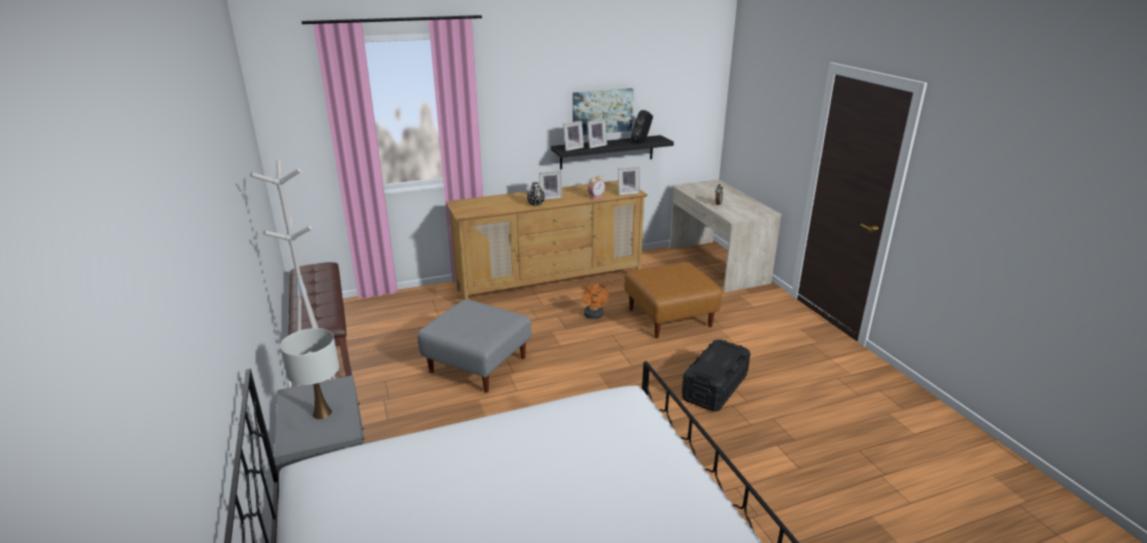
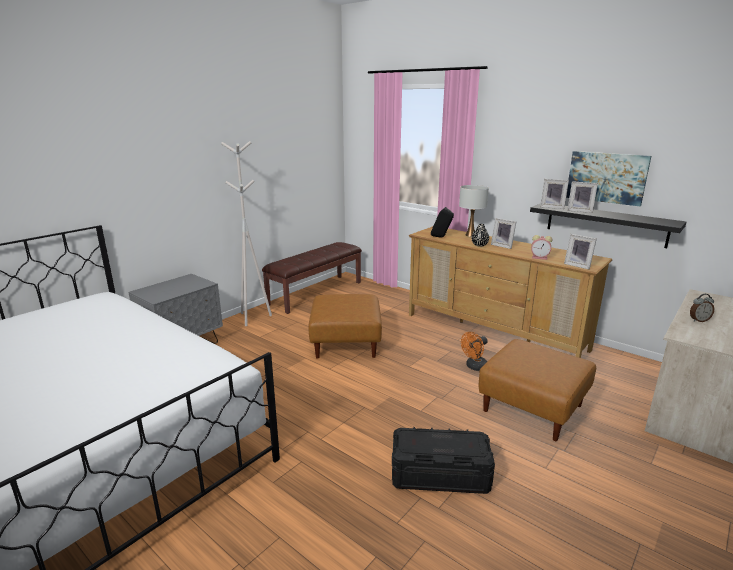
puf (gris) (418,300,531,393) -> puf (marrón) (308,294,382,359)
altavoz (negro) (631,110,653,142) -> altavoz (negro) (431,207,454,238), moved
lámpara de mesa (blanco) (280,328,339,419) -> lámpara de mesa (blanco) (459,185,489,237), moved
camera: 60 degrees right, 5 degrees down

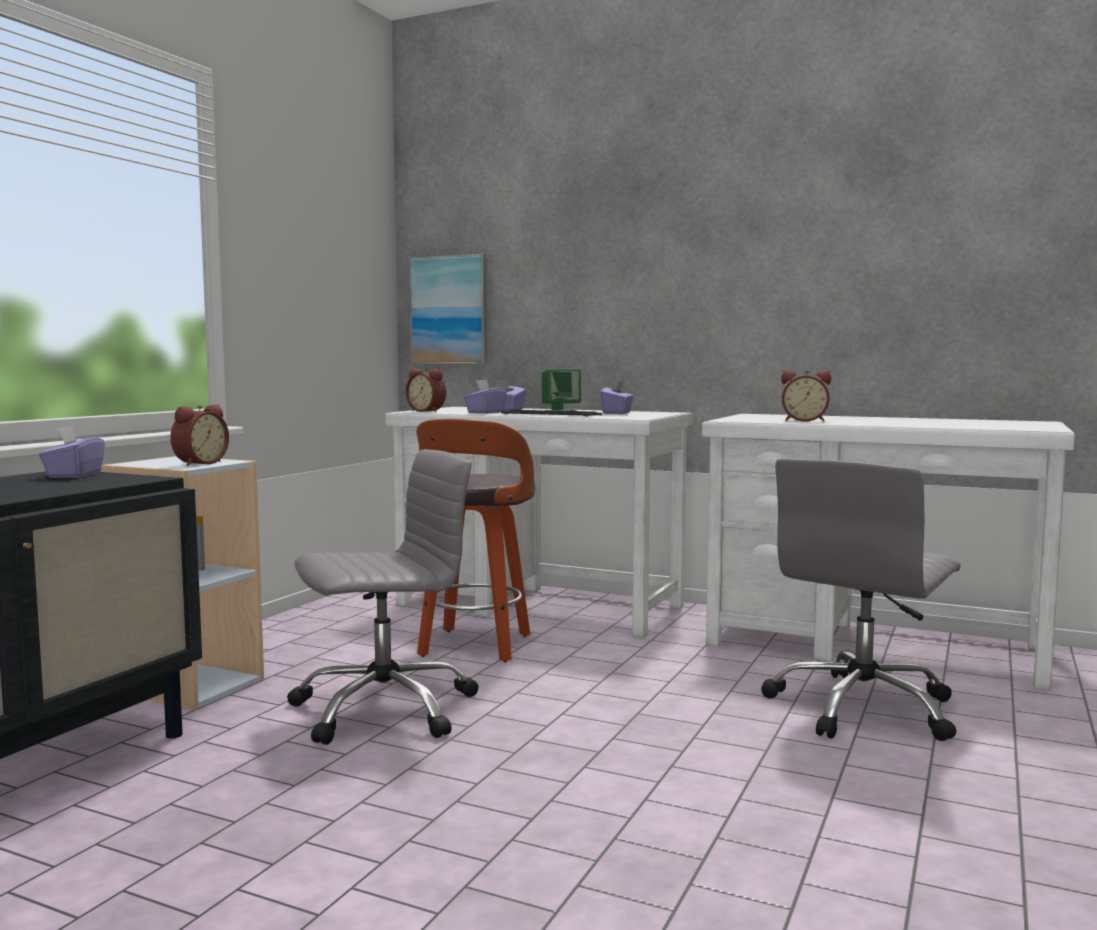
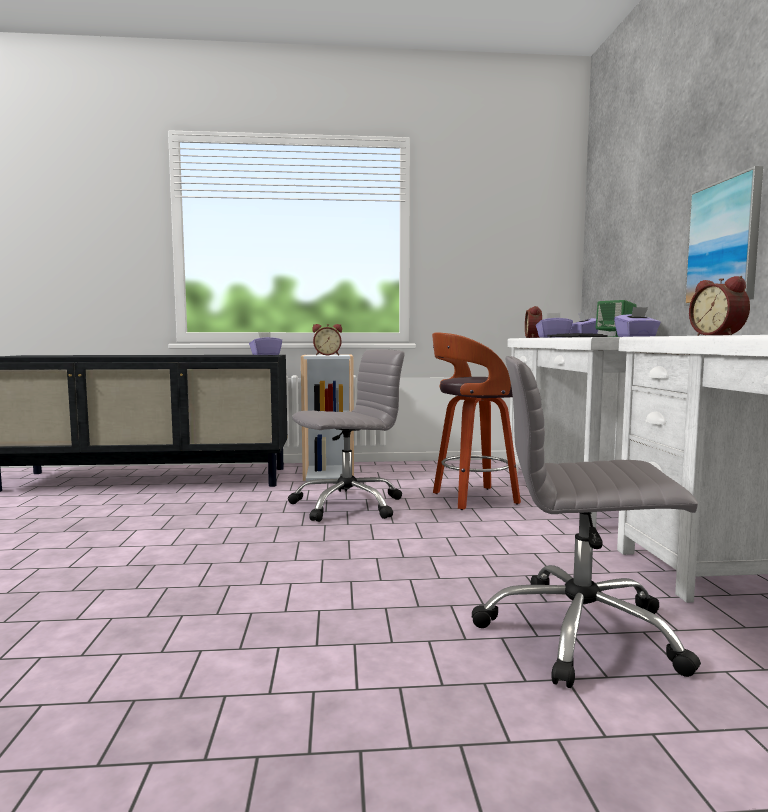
silla de oficina (gris) (287,449,479,745) -> silla de oficina (gris) (288,349,405,522), 60 degrees counterclockwise
cuadro (409,254,487,364) -> cuadro (684,166,763,305), moved
camera: 60 degrees right, 0 degrees up

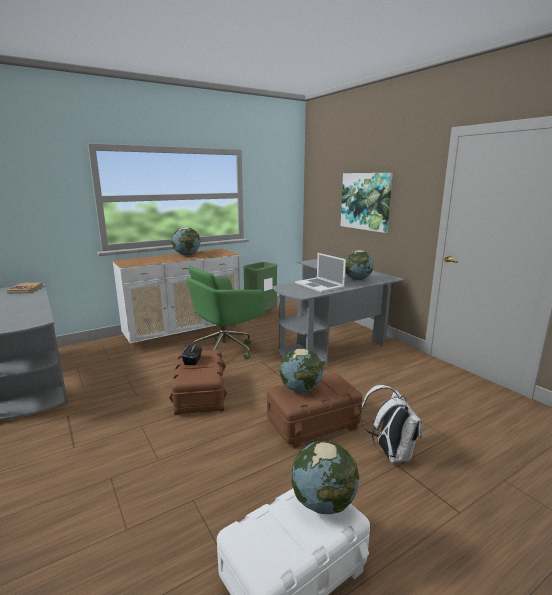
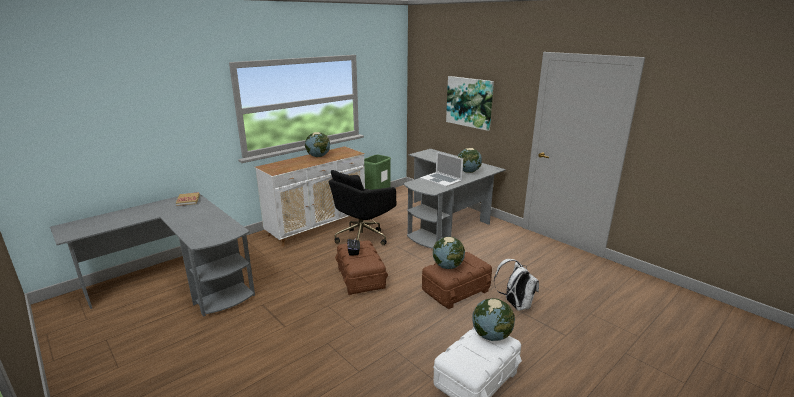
silla de oficina (verde) (186,266,265,360) -> silla de oficina (negro) (329,170,396,245)
camera: 10 degrees left, 5 degrees up

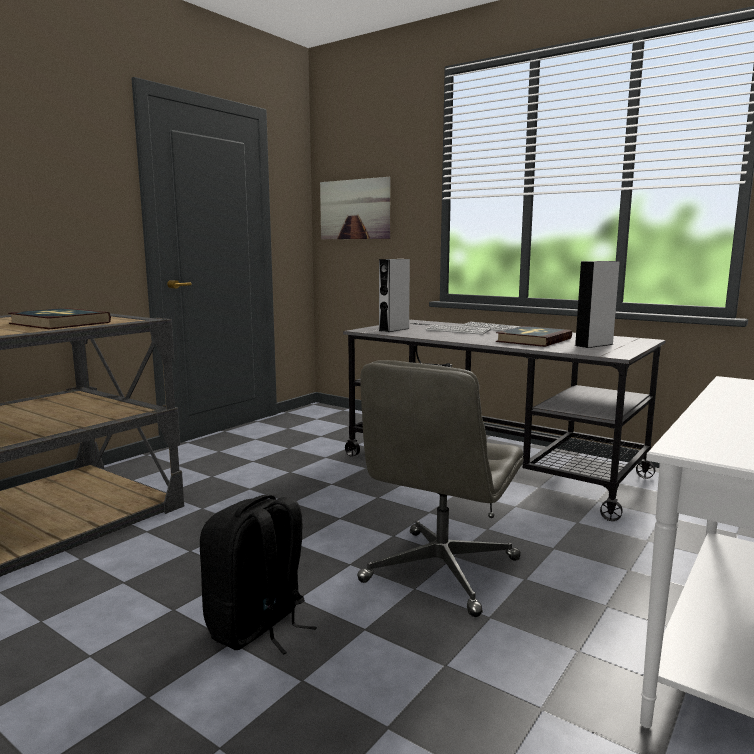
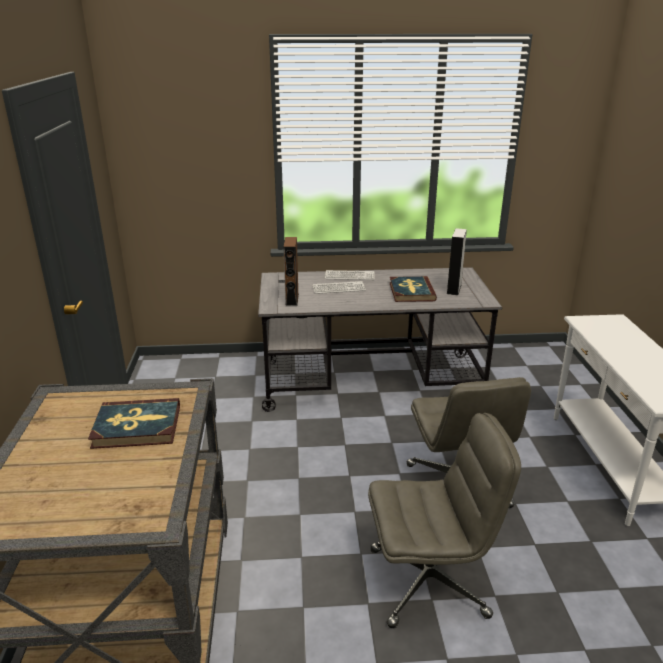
altavoz (gris) (379,259,410,332) -> altavoz (marrón) (283,237,299,306)
mochila (negro) (200,495,317,655) -> silla de oficina (gris) (368,413,521,628)
cuadro (320,177,390,239) -> none
camera: 40 degrees left, 15 degrees up

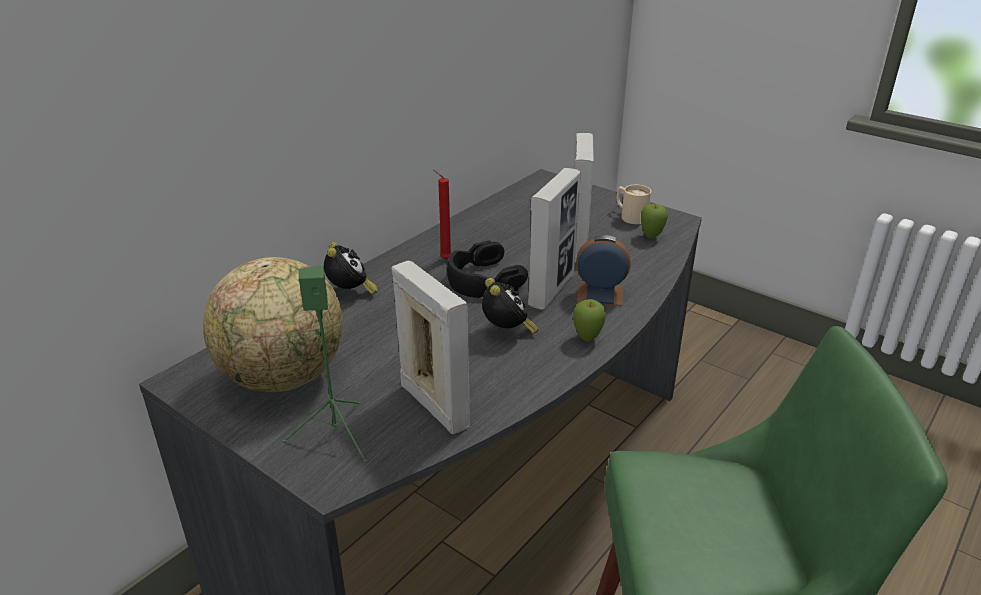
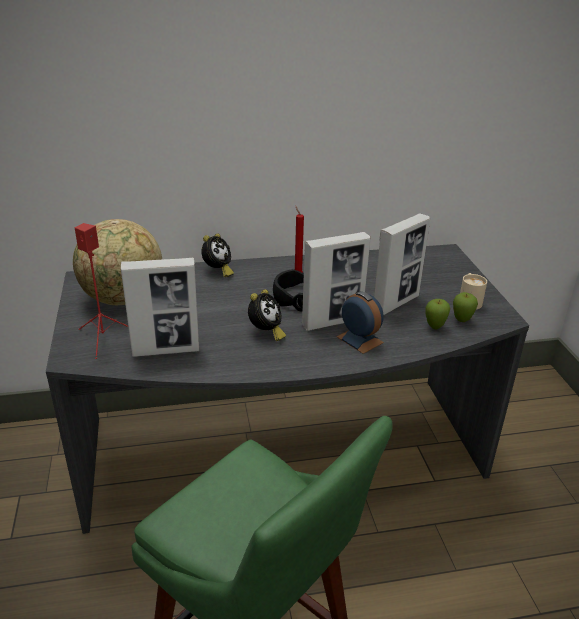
altavoz (verde) (283,265,366,462) -> altavoz (rojo) (75,223,128,359)
portarretratos (391,261,470,435) -> portarretratos (121,258,199,357), 75 degrees clockwise
manzana (573,299,606,342) -> manzana (426,299,450,329), moved
camera: 40 degrees right, 0 degrees up

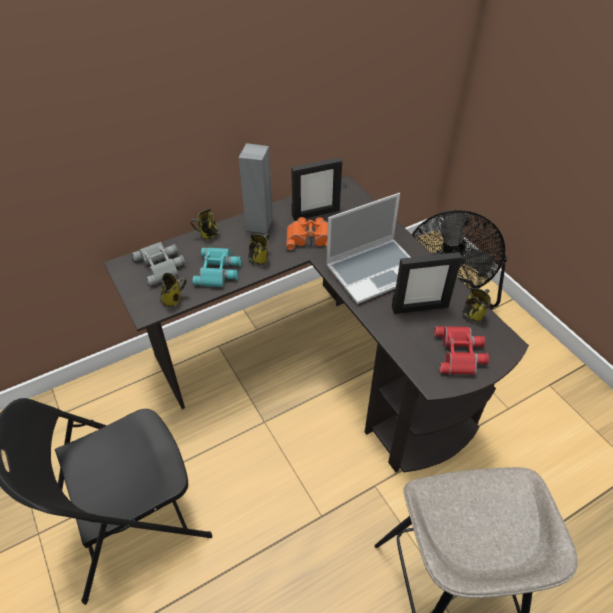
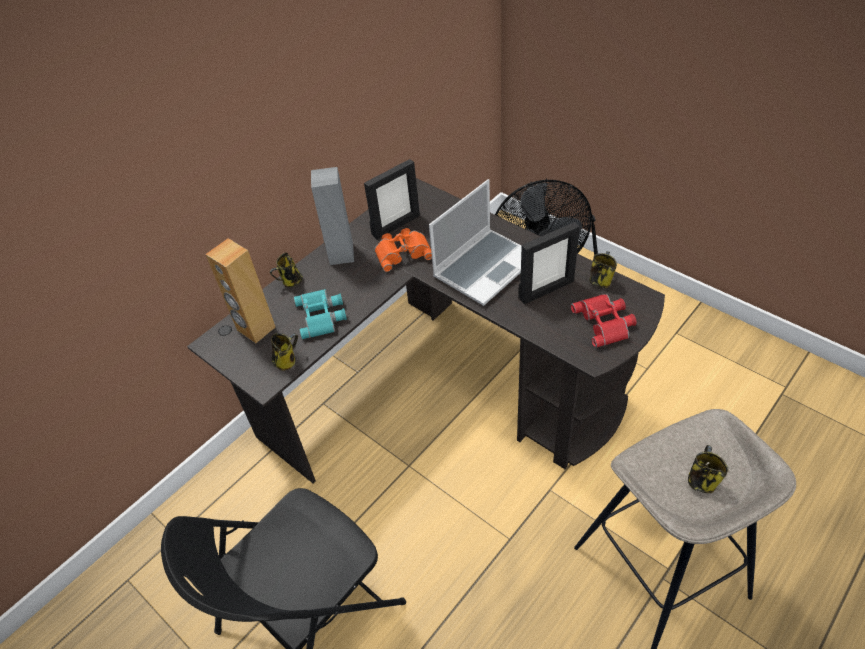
prismáticos (gris) (132,242,186,286) -> altavoz (marrón) (205,238,276,343)
taza grande (248,234,269,265) -> taza grande (688,445,728,493), moved
camera: 15 degrees left, 0 degrees up

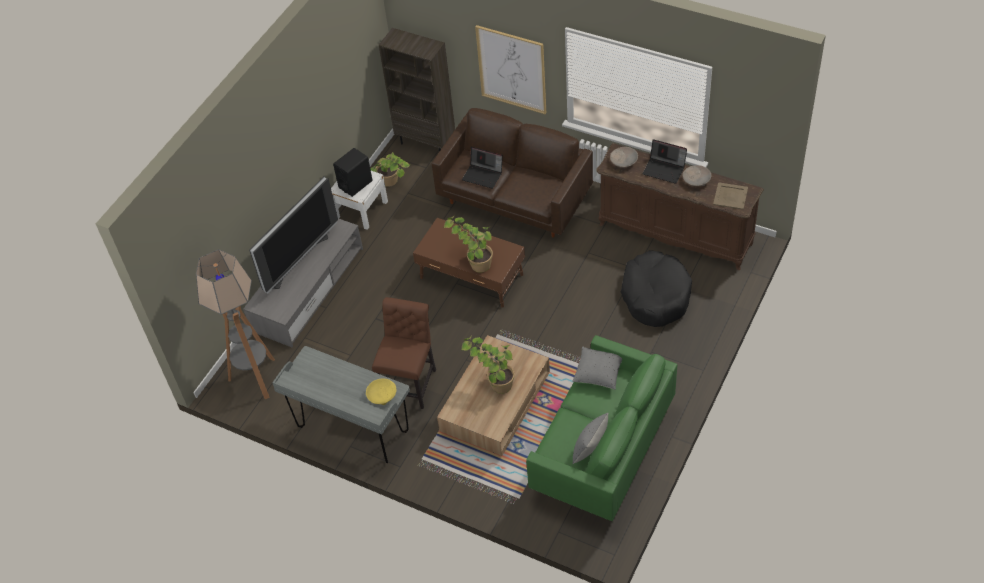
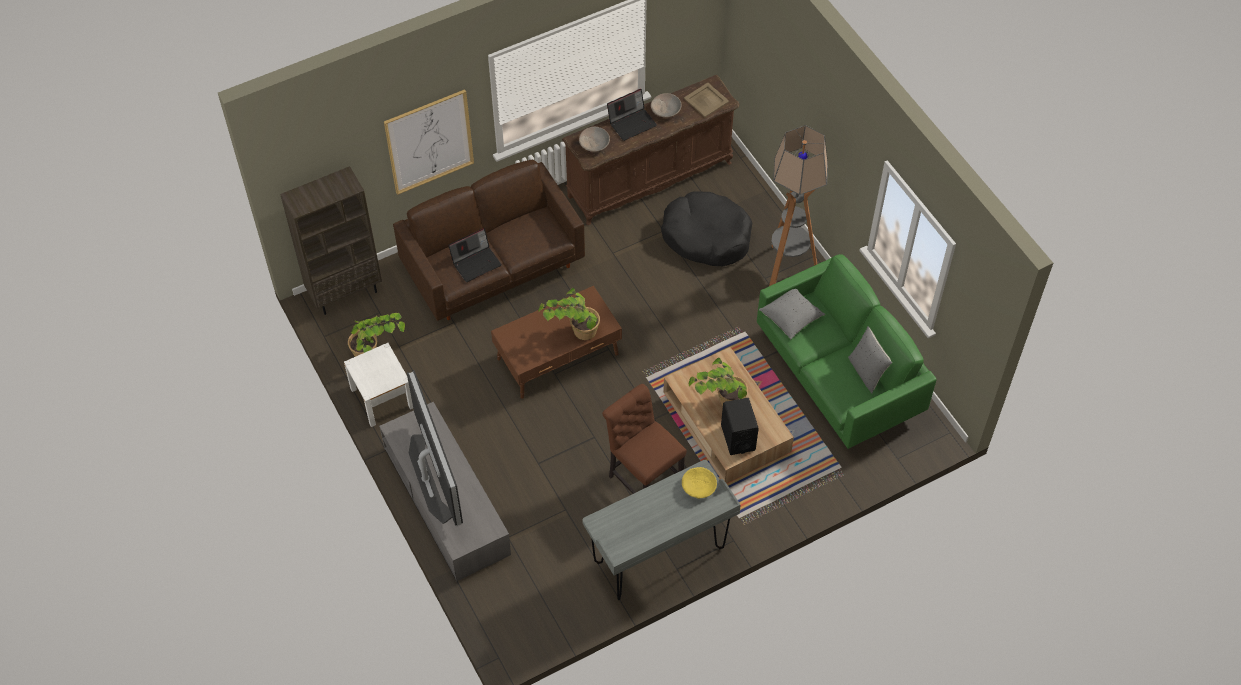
altavoz (negro) (333,148,373,197) -> altavoz (negro) (721,398,759,455), moved
lámpara de pie (196,249,275,399) -> lámpara de pie (769,125,828,286), moved
camera: 60 degrees left, 5 degrees up

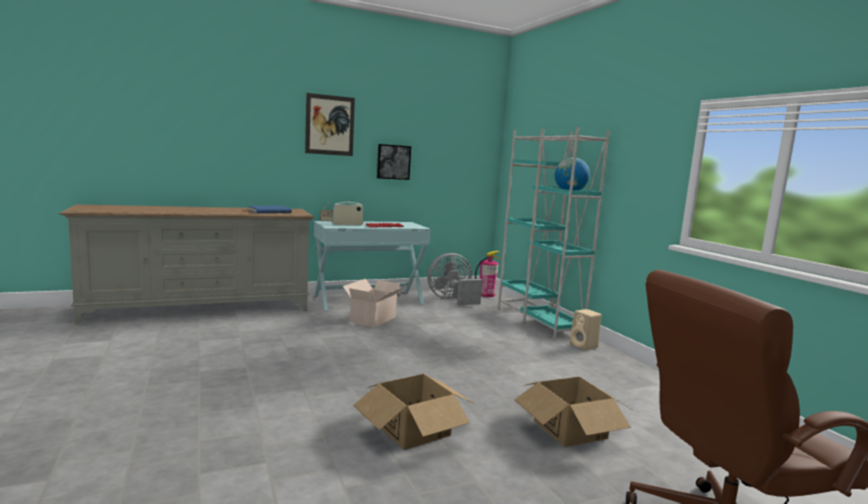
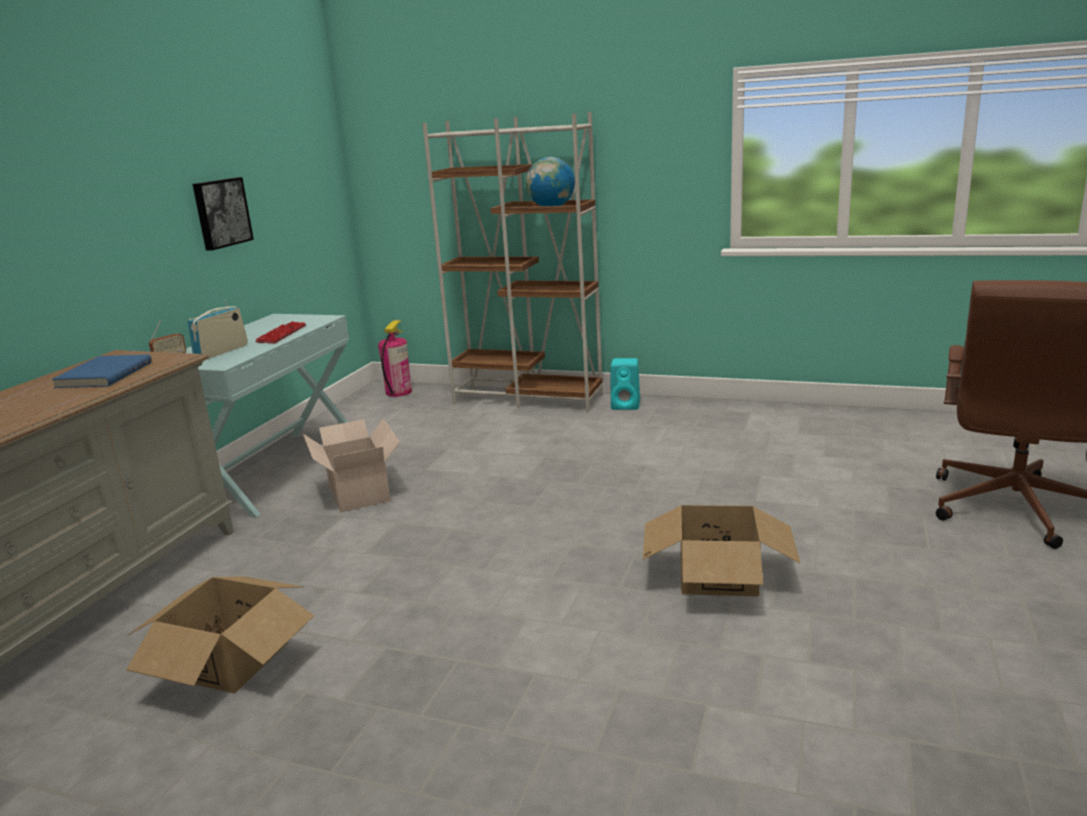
caja de cartón (514,377,631,447) -> caja de cartón (126,577,314,693), moved
estantería (turquesa) (498,127,610,340) -> estantería (marrón) (423,112,603,412)
altavoz (beis) (570,309,601,351) -> altavoz (turquesa) (611,358,640,410)
cuadro (305,93,355,156) -> none
ventilador (gris) (427,253,482,305) -> none
camera: 45 degrees left, 10 degrees up

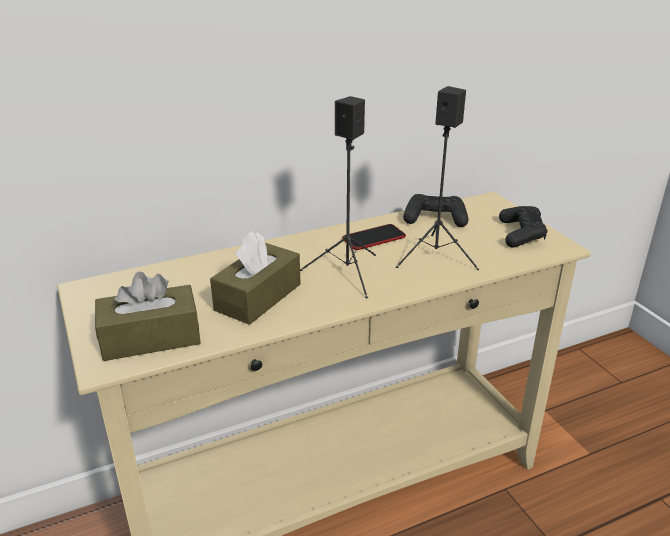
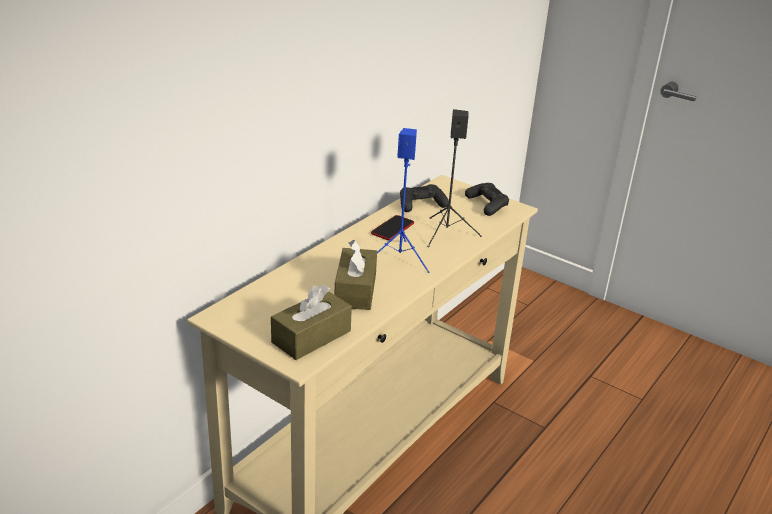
altavoz (negro) (300,96,376,298) -> altavoz (azul) (377,128,430,273)
camera: 30 degrees left, 0 degrees up

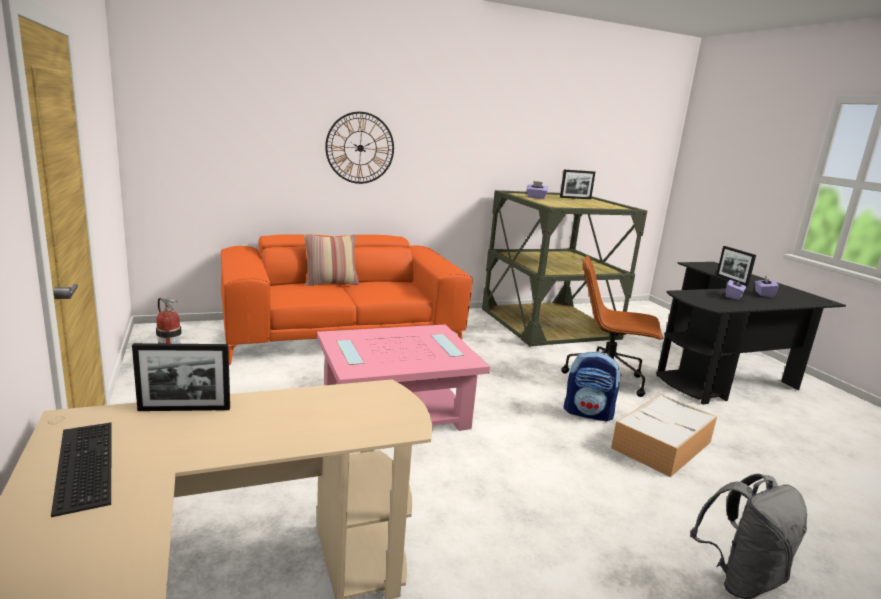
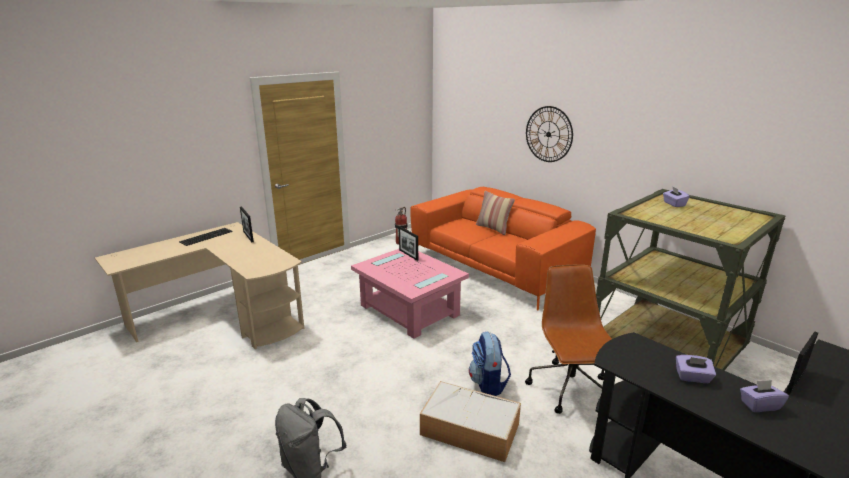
portarretratos (560,170,595,199) -> portarretratos (399,226,418,261), moved
camera: 70 degrees right, 5 degrees up

